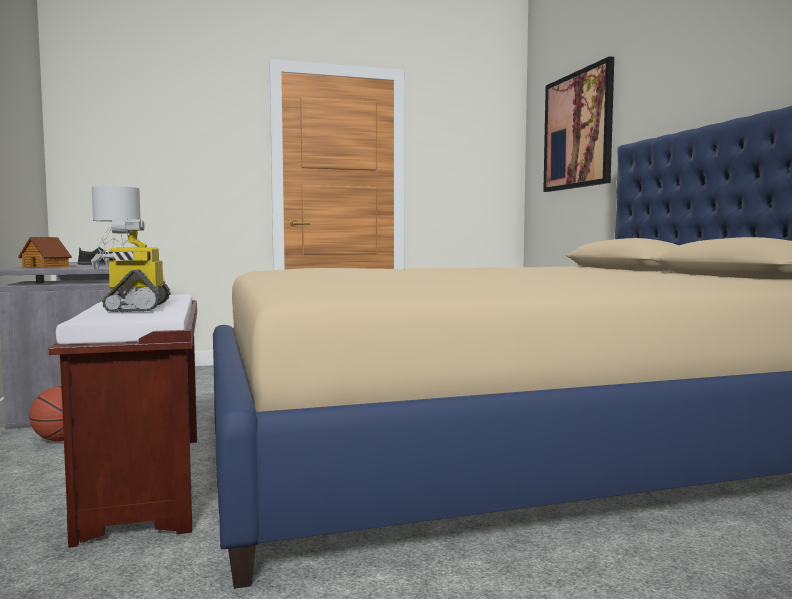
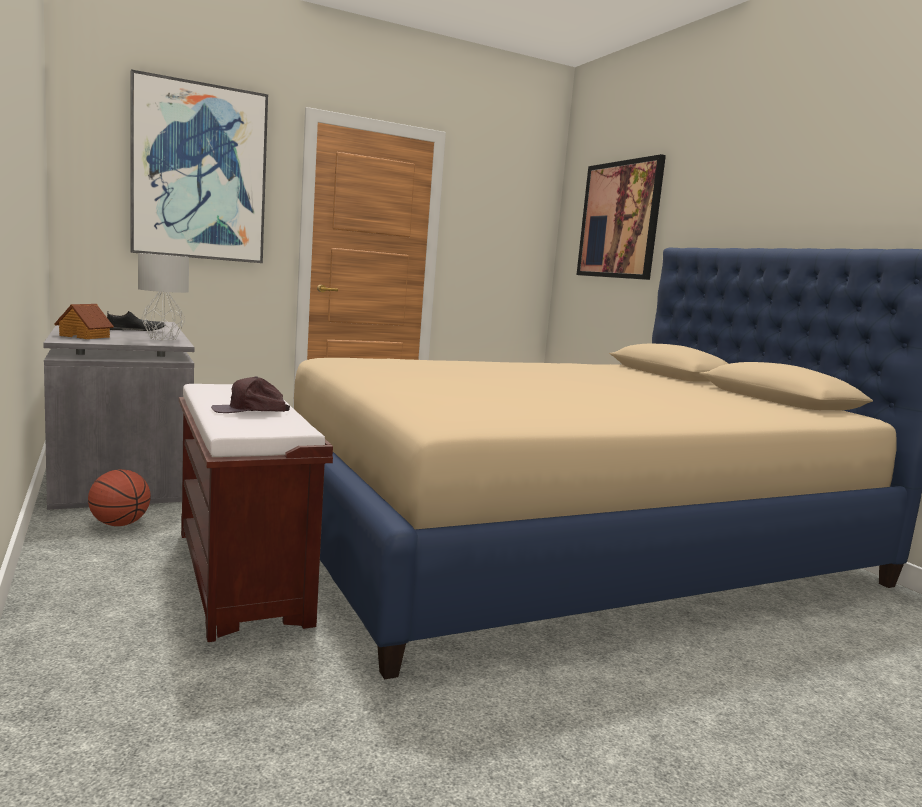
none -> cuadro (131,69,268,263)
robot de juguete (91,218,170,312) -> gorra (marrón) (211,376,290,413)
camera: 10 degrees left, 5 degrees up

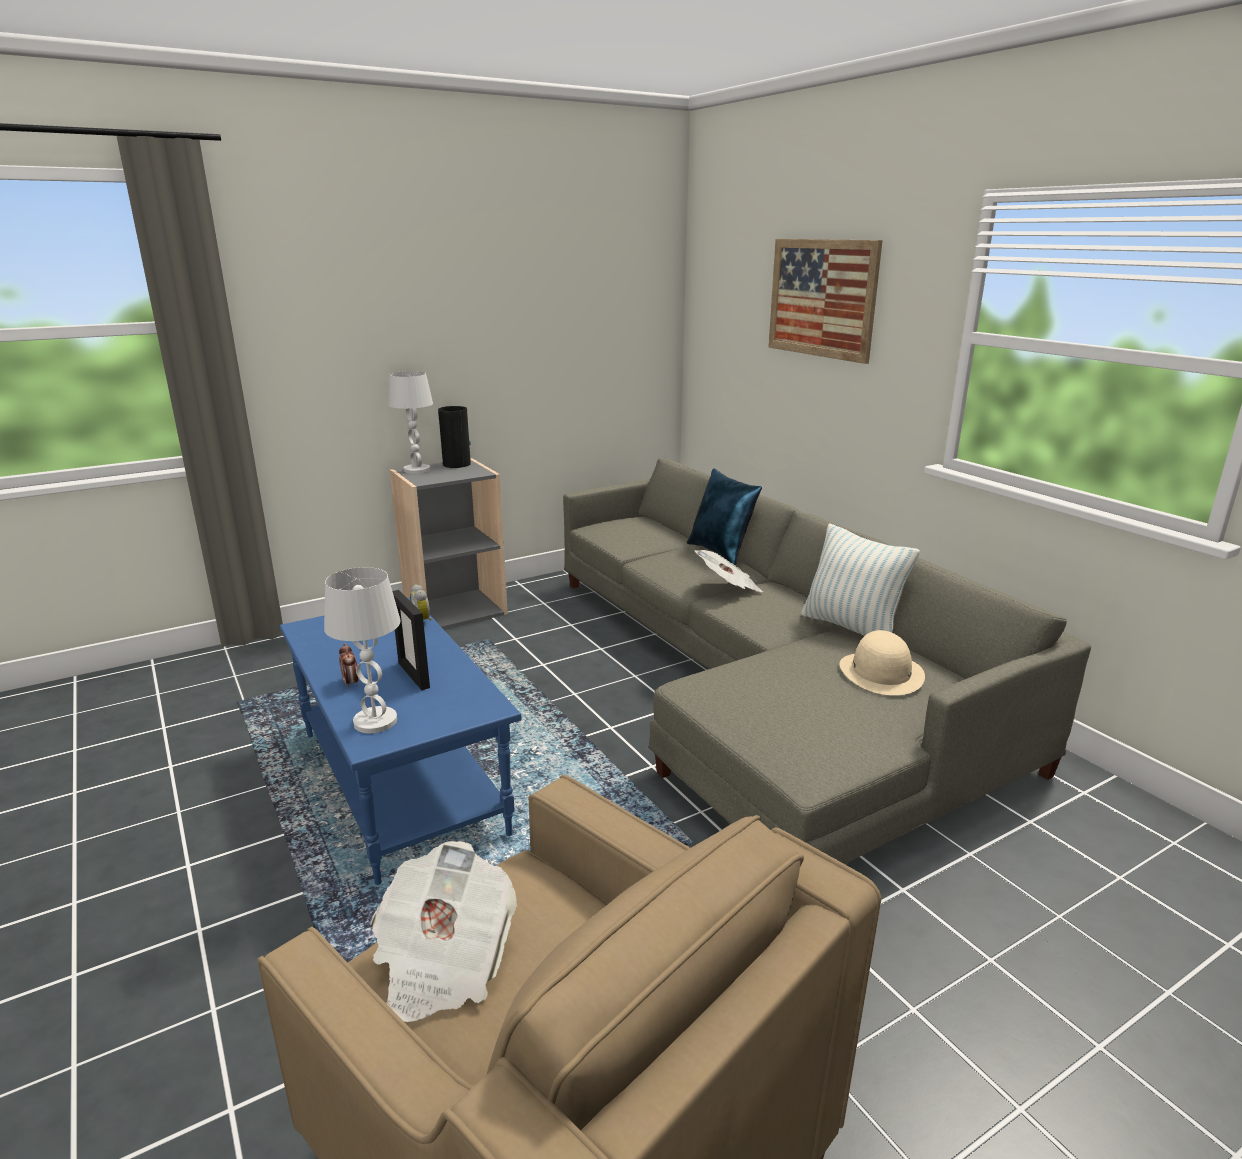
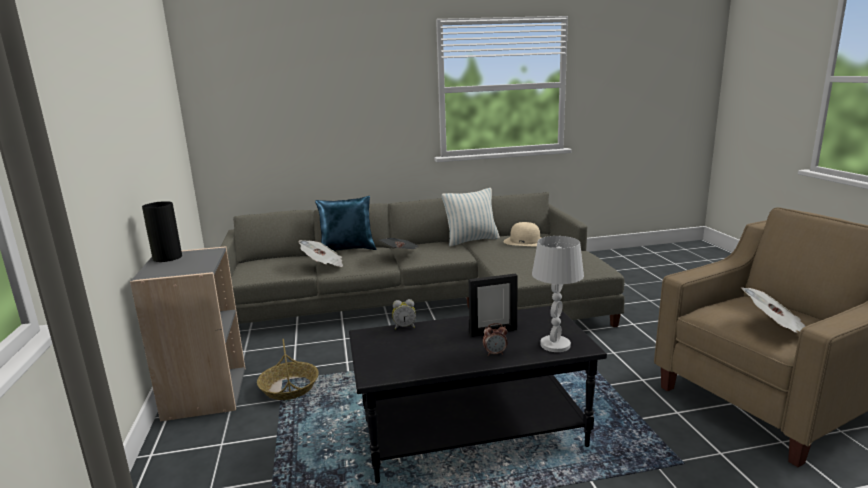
none -> cesta (257,339,319,400)
none -> periódico (298,240,343,267)
mesa de centro (azul) (280,597,522,885) -> mesa de centro (negro) (349,306,607,483)
lámpara de mesa (blanco) (388,371,433,474) -> none
cuadro (768,239,882,364) -> none
camera: 70 degrees left, 5 degrees down

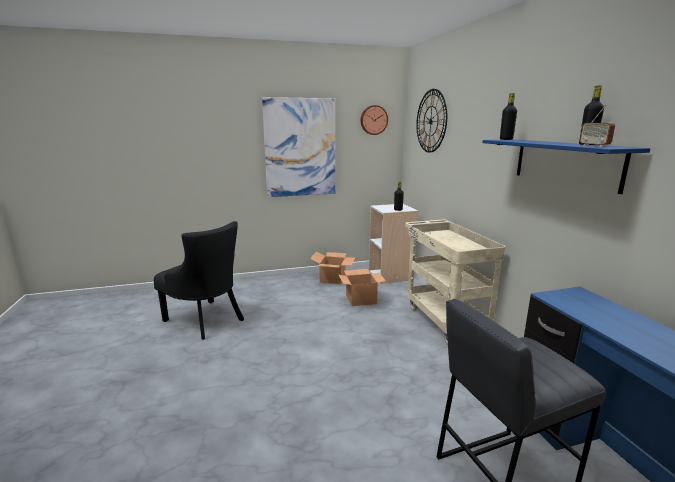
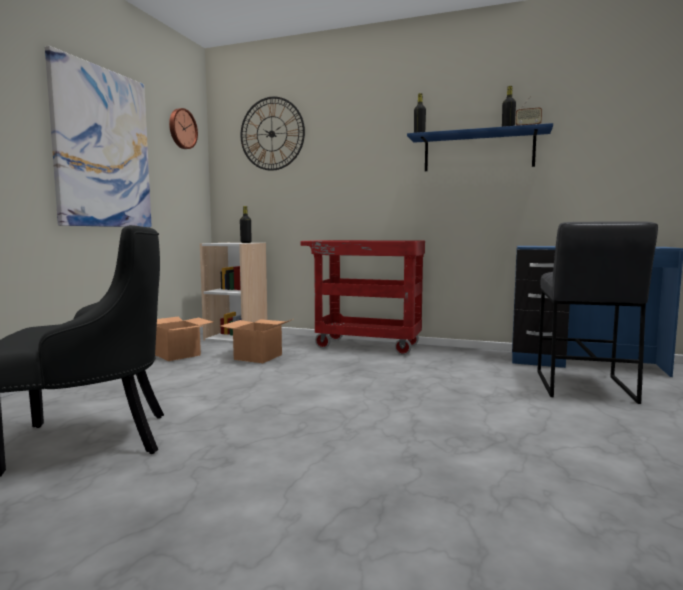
carrito (beis) (405,220,505,345) -> carrito (rojo) (300,240,425,355)
camera: 55 degrees left, 10 degrees down

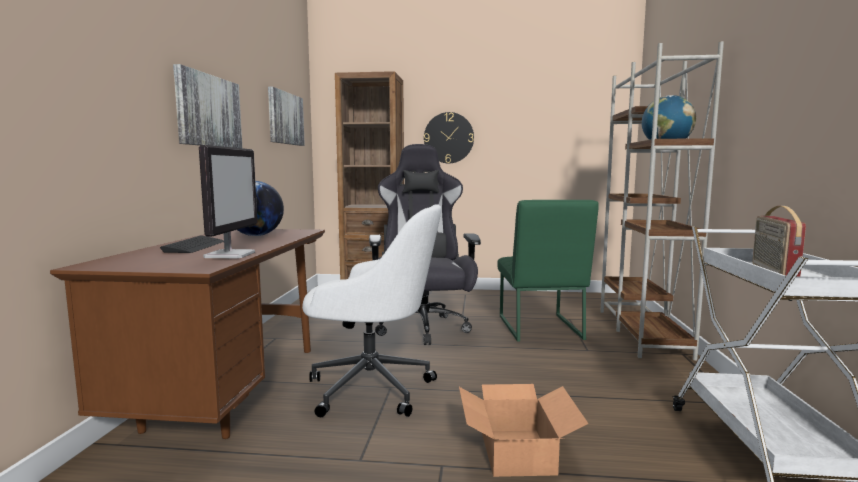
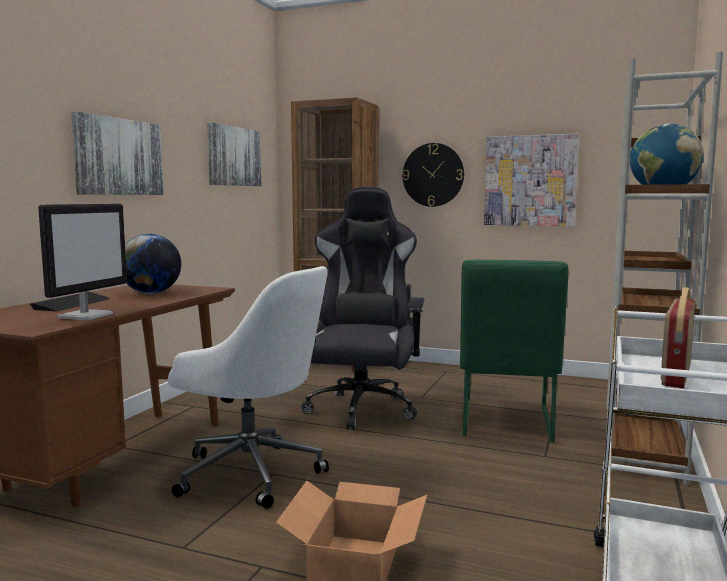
none -> cuadro (484,134,579,226)
camera: 15 degrees right, 0 degrees up

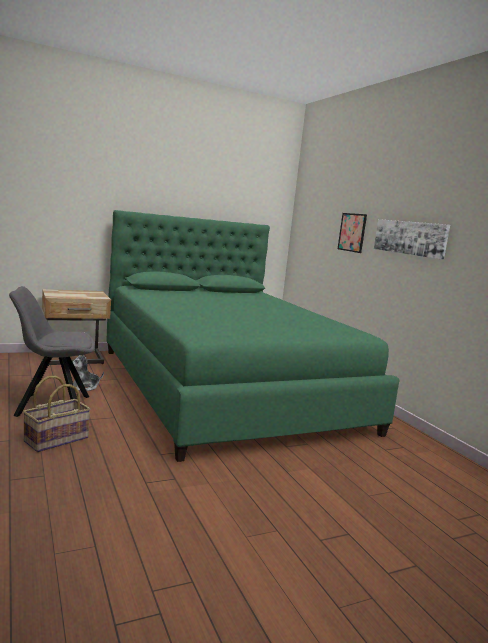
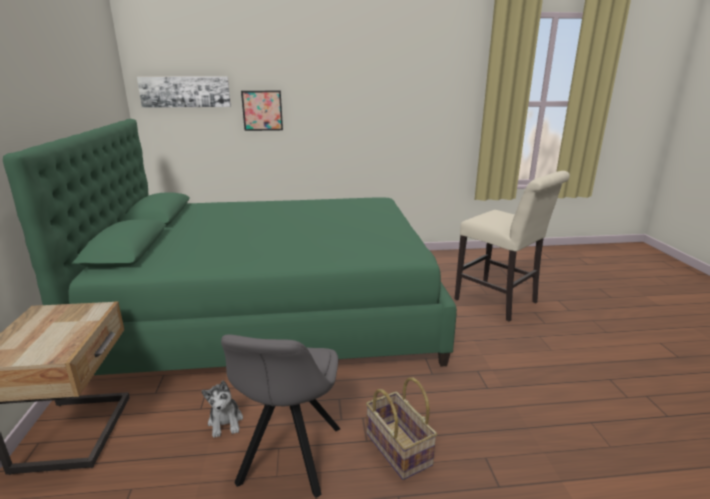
cuadro (374,219,450,260) -> cuadro (137,76,231,108), moved
none -> taburete (beis) (455,171,570,322)
camera: 70 degrees left, 10 degrees up

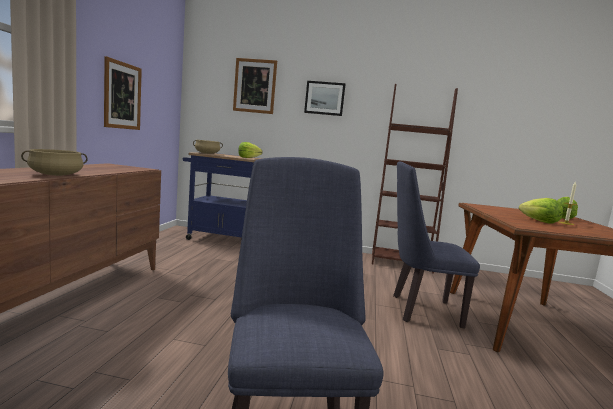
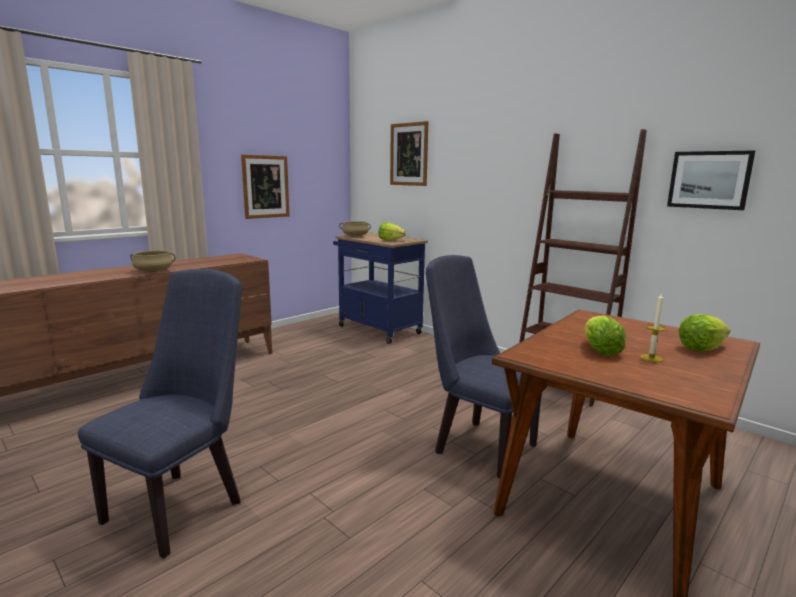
cuadro (304,81,345,116) -> cuadro (667,150,755,210), moved
camera: 35 degrees right, 5 degrees up

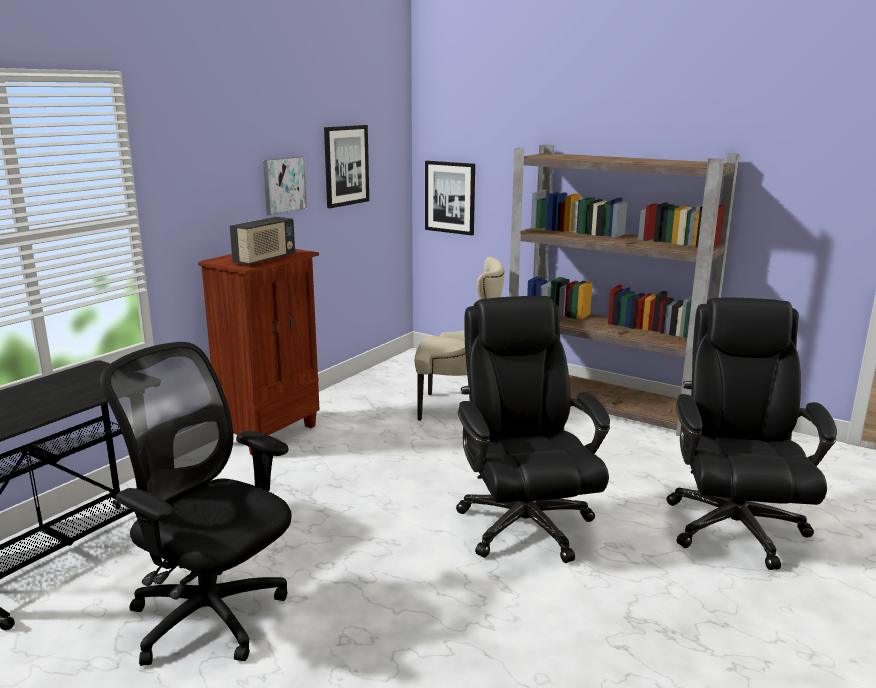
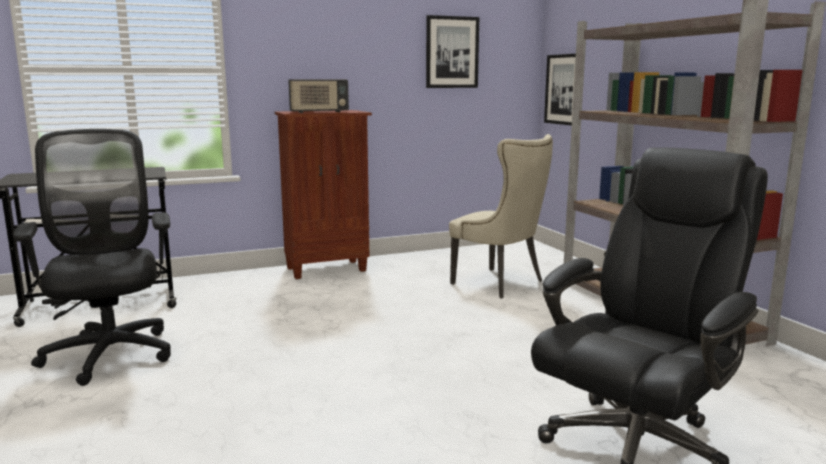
cuadro (263,157,307,216) -> none
silla de oficina (negro) (456,296,610,563) -> none
camera: 35 degrees right, 5 degrees down

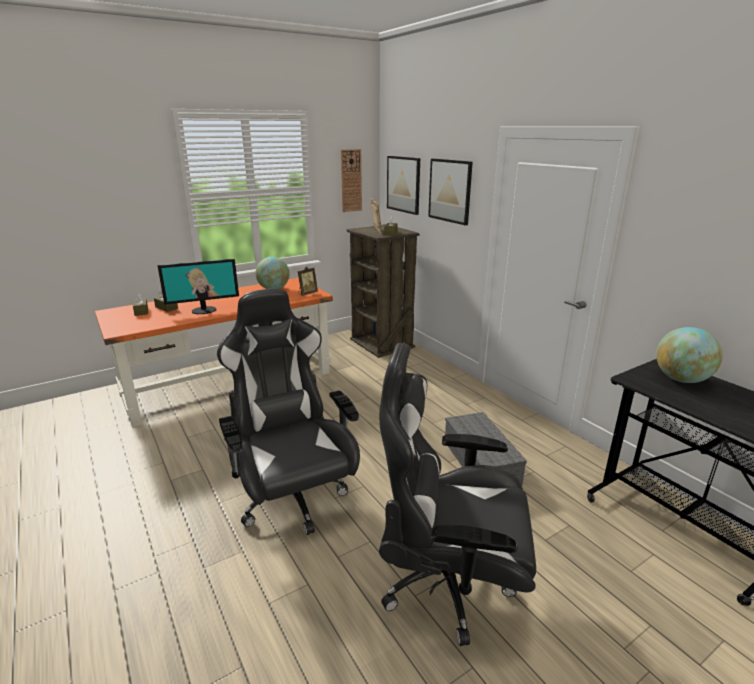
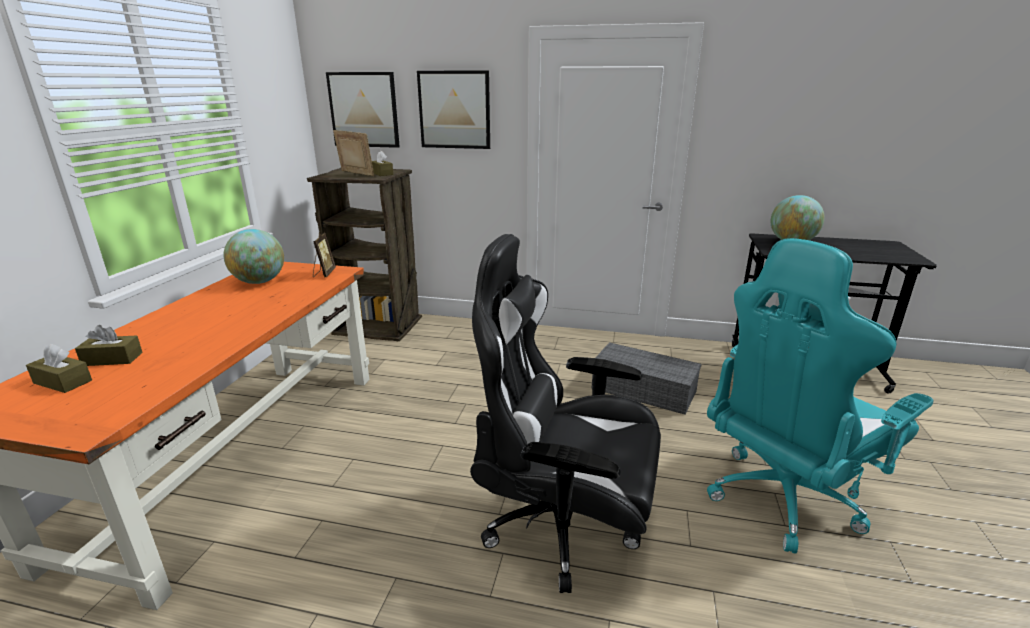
silla de oficina (negro) (379,342,536,646) -> silla de oficina (turquesa) (707,238,933,554)
monitor (158,259,239,314) -> none
reloj de pared (341,149,362,212) -> none
camera: 45 degrees left, 0 degrees up

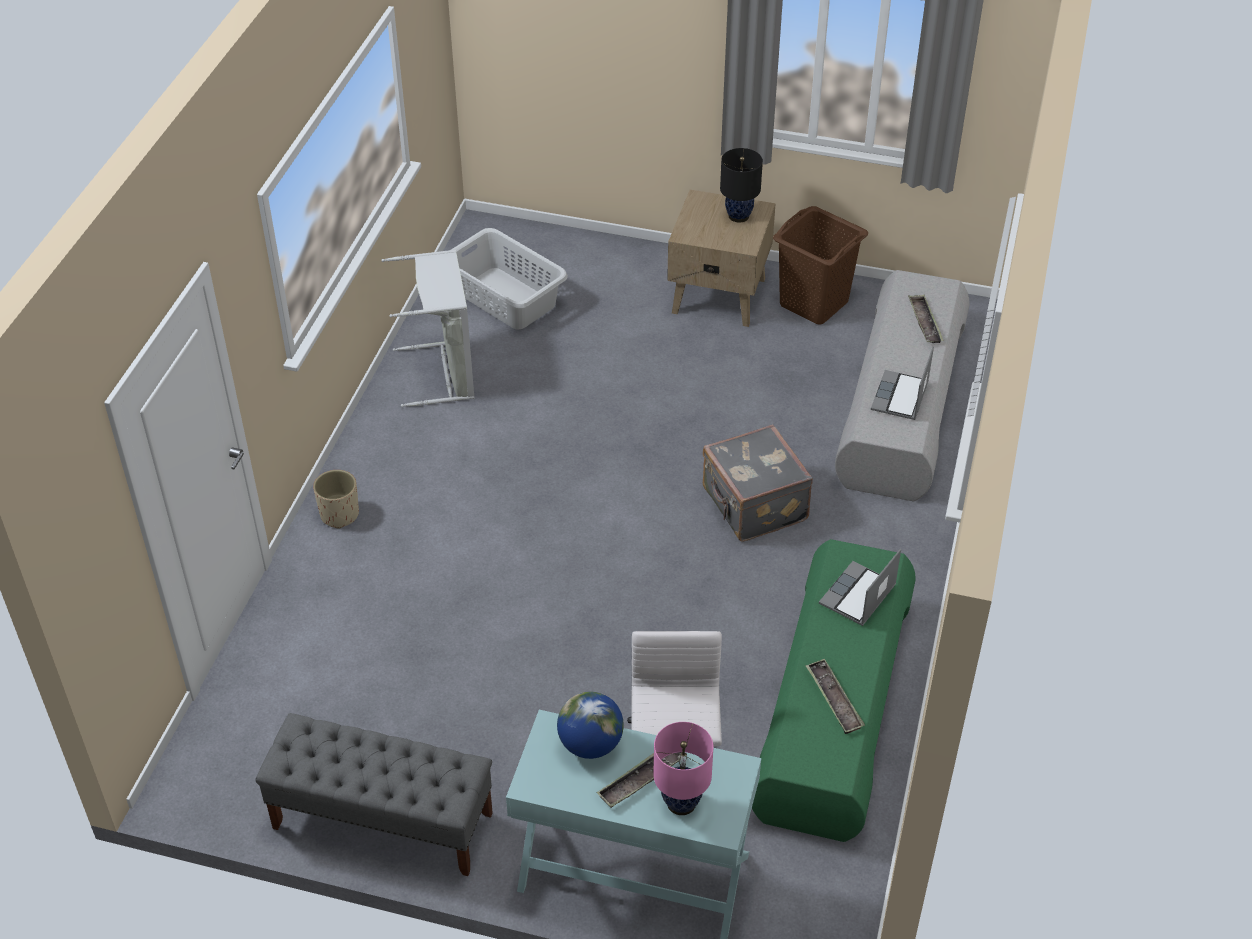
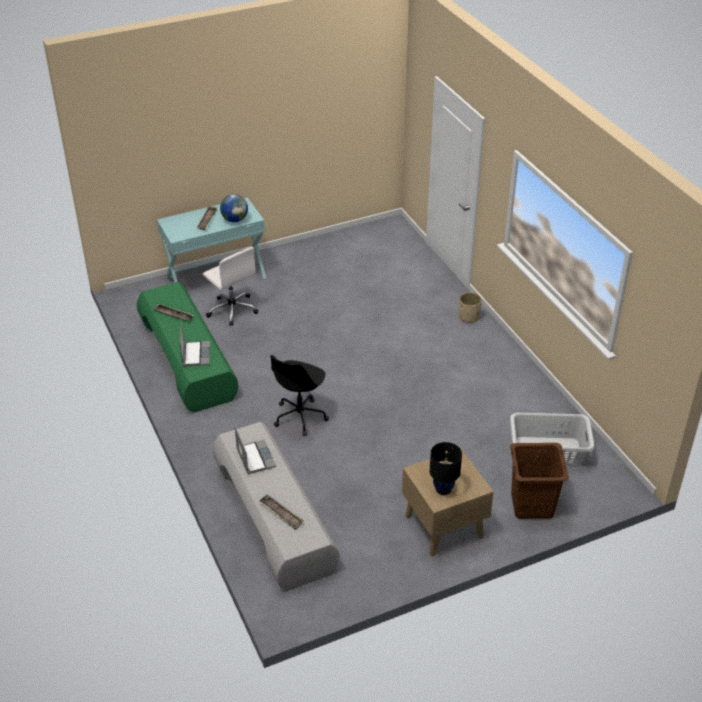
maleta (gris) (703,424,813,541) -> silla de oficina (negro) (270,355,329,436)
cesto de la ropa (marrón) (773,206,868,325) -> cesto de la ropa (marrón) (510,443,569,519), moved
banco (gris) (255,713,493,876) -> none
cesto de la ropa (gris) (382,250,474,407) -> none
lámpara de mesa (rosa) (653,722,713,815) -> none
camera: 140 degrees right, 5 degrees down

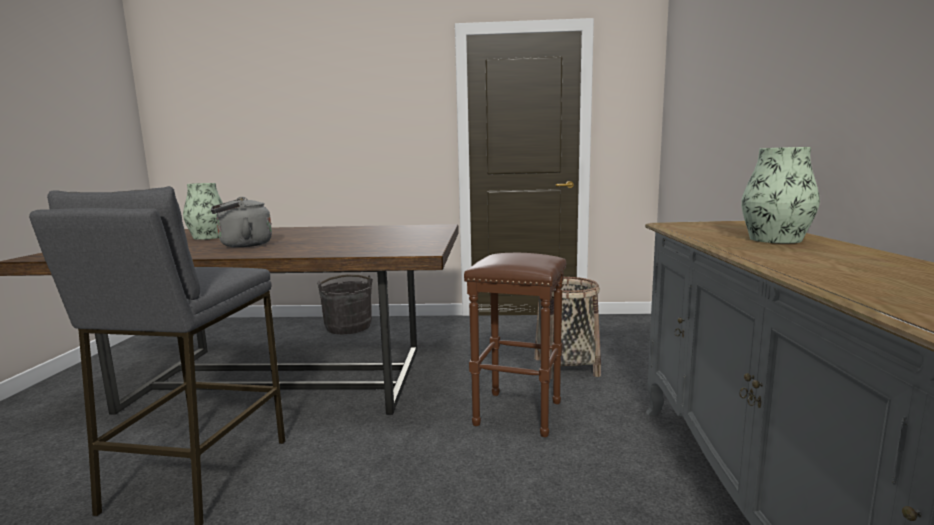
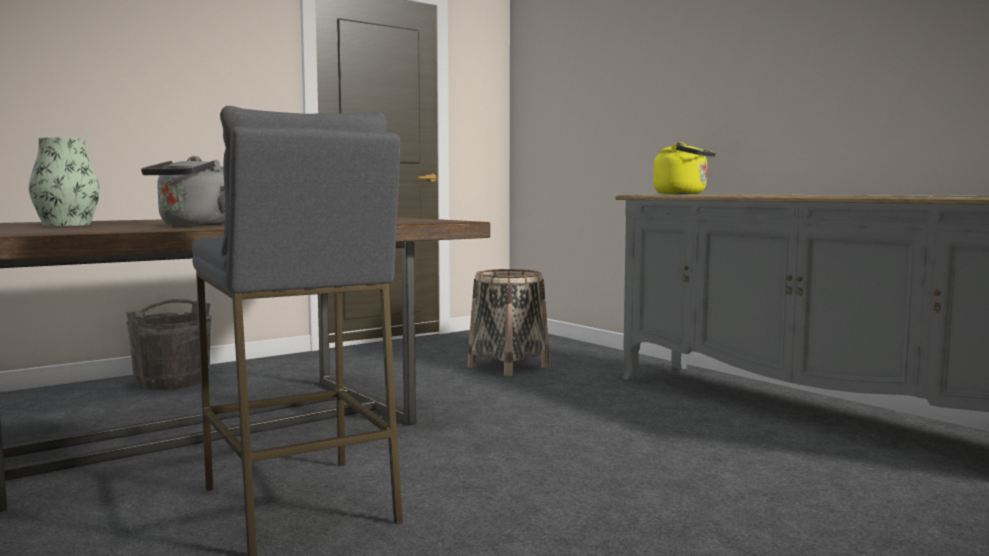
none -> hervidor (amarillo) (653,142,716,194)
taburete (marrón) (464,253,566,437) -> none
florero (741,147,820,243) -> none
camera: 40 degrees left, 5 degrees down

